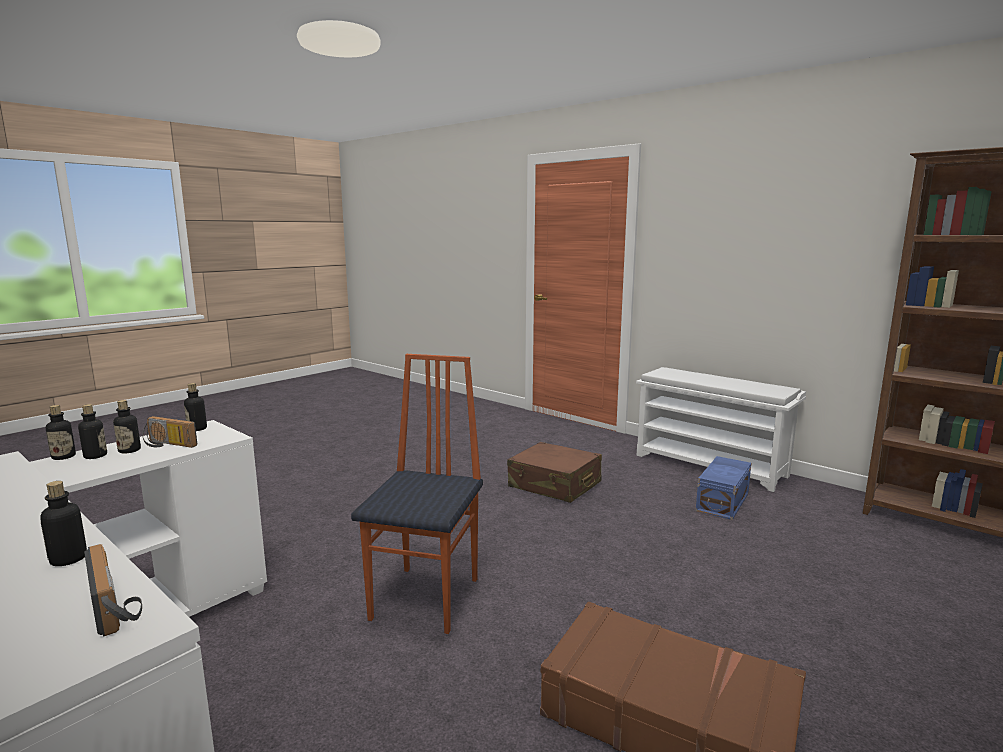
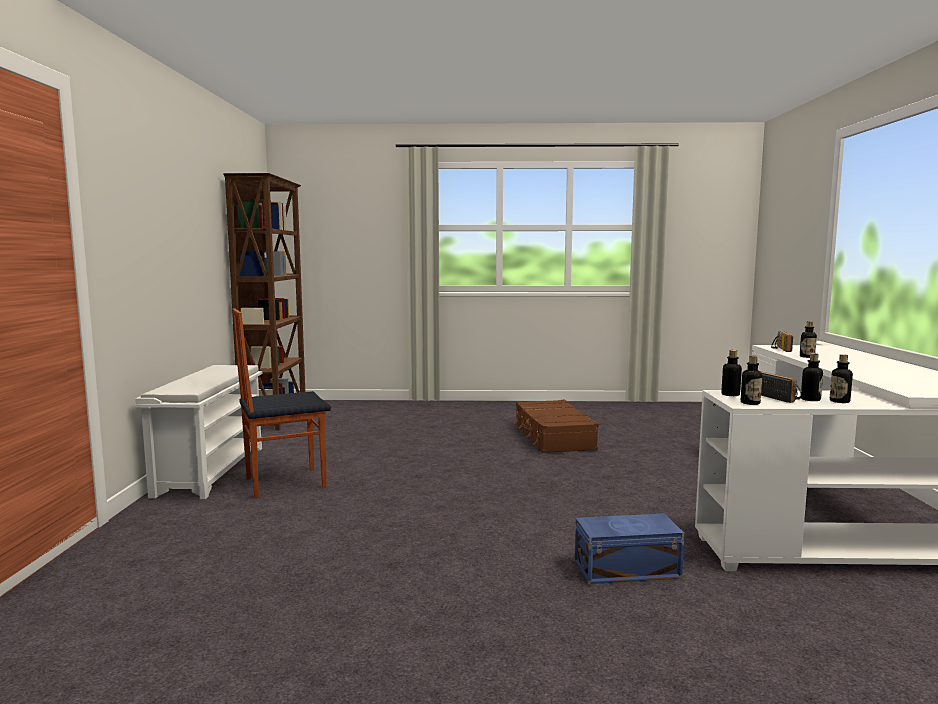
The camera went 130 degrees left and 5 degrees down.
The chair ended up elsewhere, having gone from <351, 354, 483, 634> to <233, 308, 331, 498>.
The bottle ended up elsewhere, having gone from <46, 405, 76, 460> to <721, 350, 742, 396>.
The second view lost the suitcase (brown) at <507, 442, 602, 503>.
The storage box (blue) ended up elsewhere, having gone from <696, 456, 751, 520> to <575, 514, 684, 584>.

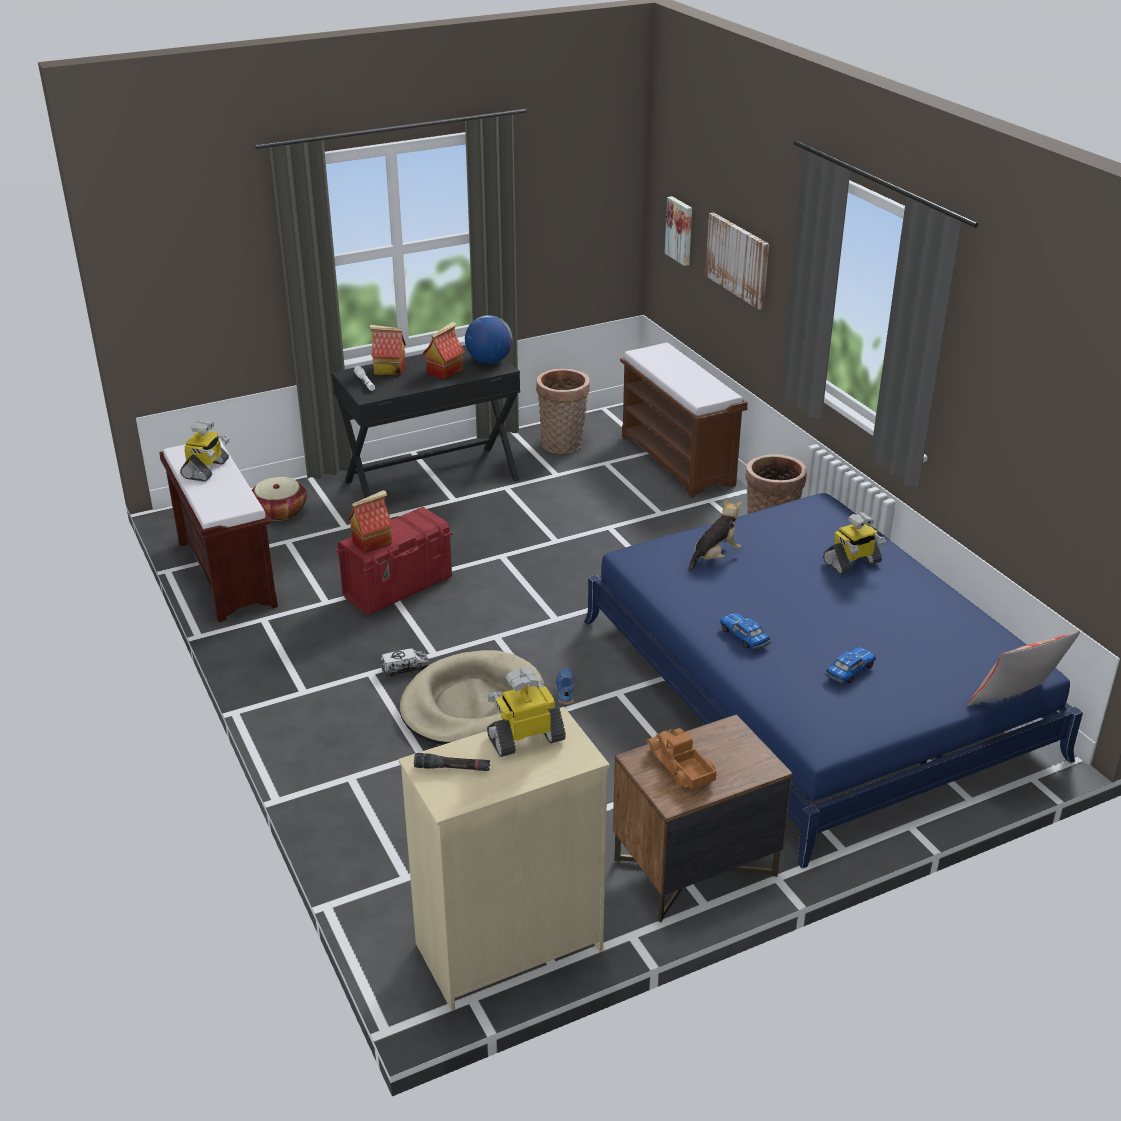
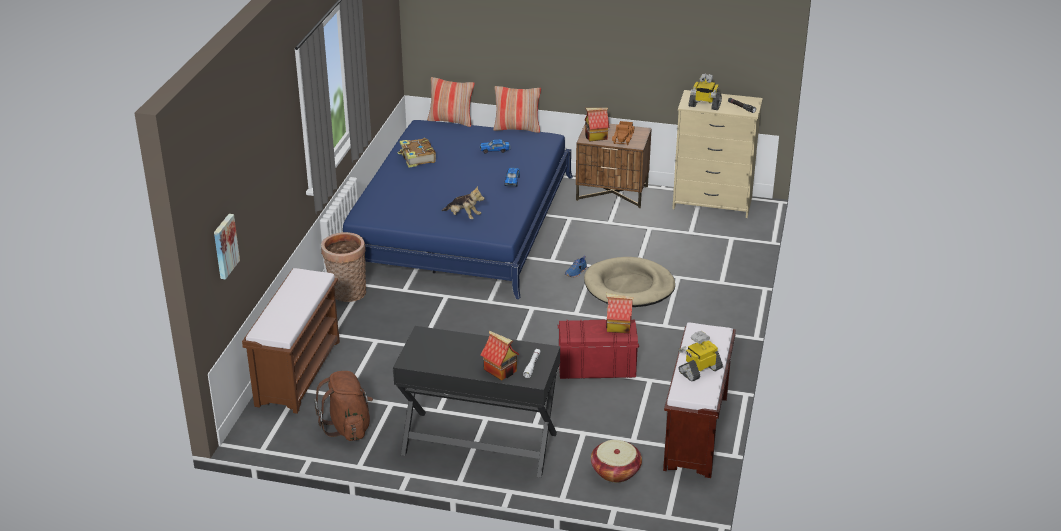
The camera went 140 degrees left and 0 degrees up.
The second view lost the picture at <705, 213, 769, 310>.
The second view lost the globe at <465, 315, 513, 364>.
The toy house ended up elsewhere, having gone from <422, 322, 465, 380> to <585, 108, 610, 142>.
Where the basket stood at <536, 369, 590, 454>, the backpack (brown) came to stand at <314, 371, 373, 441>.
The plush toy at <688, 498, 741, 573> ended up facing another way, 150 degrees counterclockwise from before.
The second view lost the toy robot at <823, 512, 886, 574>.
The second view lost the toy truck at <381, 648, 429, 677>.
The second view gained the pillow at <493, 86, 541, 133>.
The second view gained the book at <398, 138, 436, 167>.

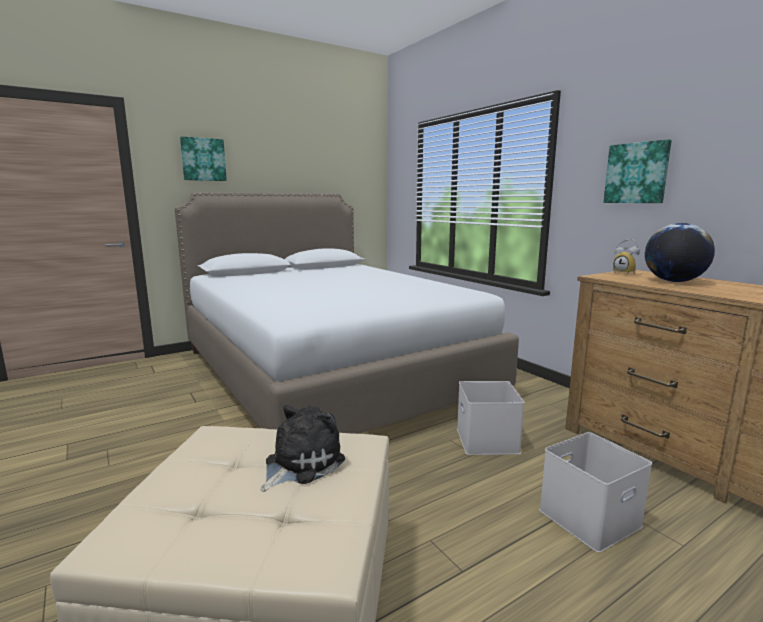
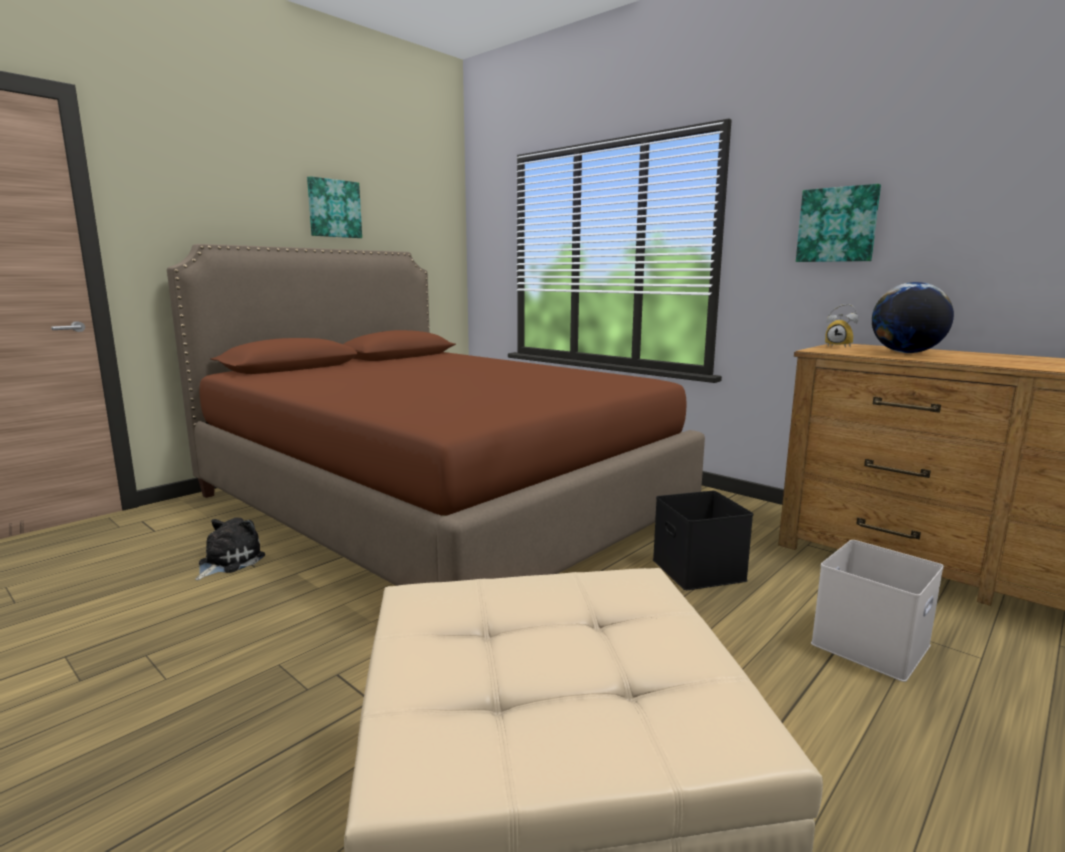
The camera went 15 degrees left and 0 degrees up.
The picture ended up elsewhere, having gone from <180, 136, 227, 181> to <307, 176, 362, 238>.
What was the bed (white) at <175, 192, 519, 434> turned into the bed (brown) at <167, 244, 705, 586>.
What was the storage box (white) at <457, 381, 525, 455> turned into the storage box (black) at <653, 491, 753, 590>.
The plush toy ended up elsewhere, having gone from <261, 405, 345, 492> to <195, 517, 265, 580>.

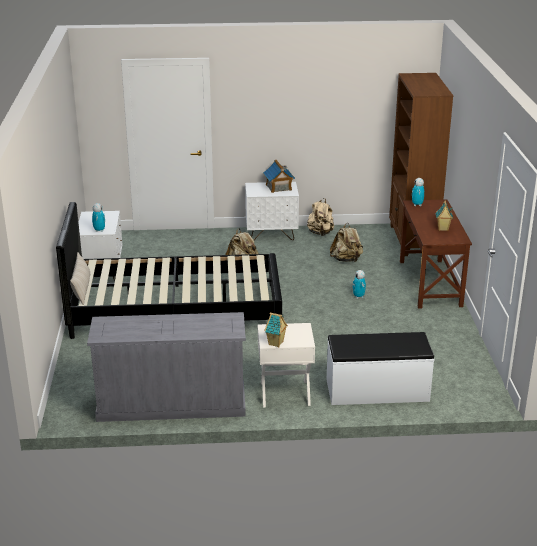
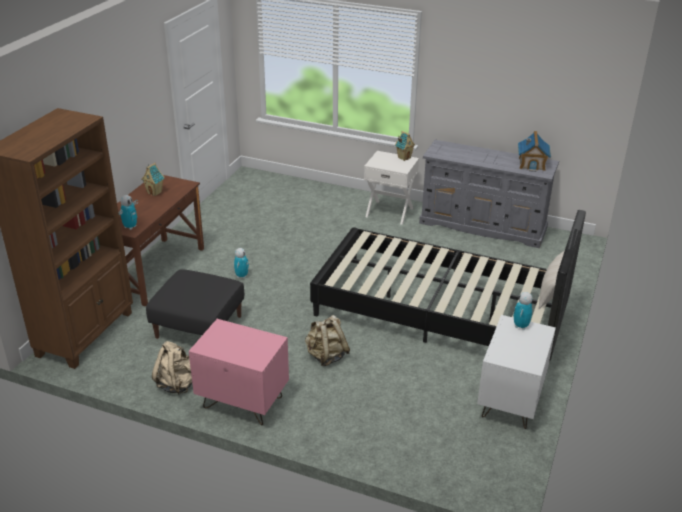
The camera went 155 degrees left and 5 degrees up.
The toy house ended up elsewhere, having gone from <263, 160, 295, 193> to <518, 131, 551, 172>.
What was the nightstand (white) at <245, 182, 299, 240> turned into the nightstand (pink) at <189, 319, 289, 425>.
Where the backpack (beige) stood at <330, 223, 363, 262>, the ottoman (black) came to stand at <146, 269, 244, 339>.
The second view lost the bench (white) at <327, 332, 434, 405>.

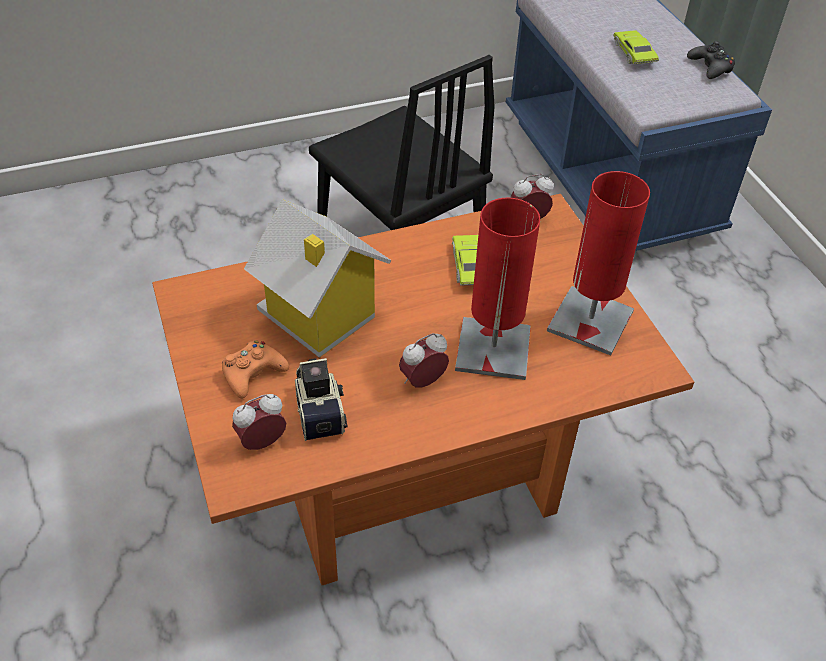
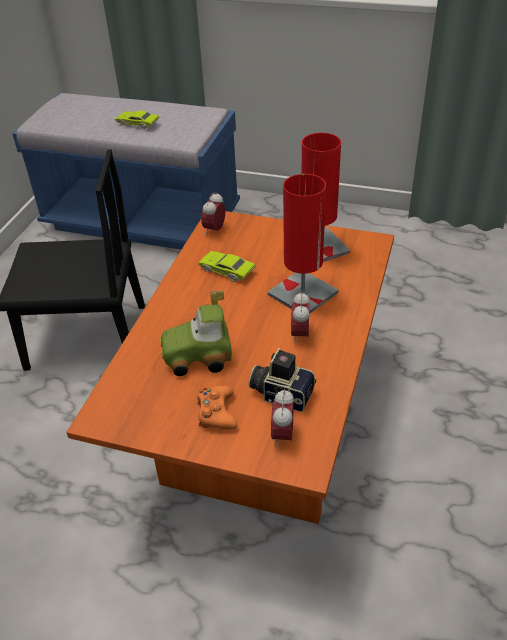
The camera went 50 degrees left and 5 degrees down.
The second view lost the game controller (black) at <687, 41, 735, 79>.
Where the toy house stood at <244, 199, 392, 358>, the toy car came to stand at <160, 291, 232, 376>.

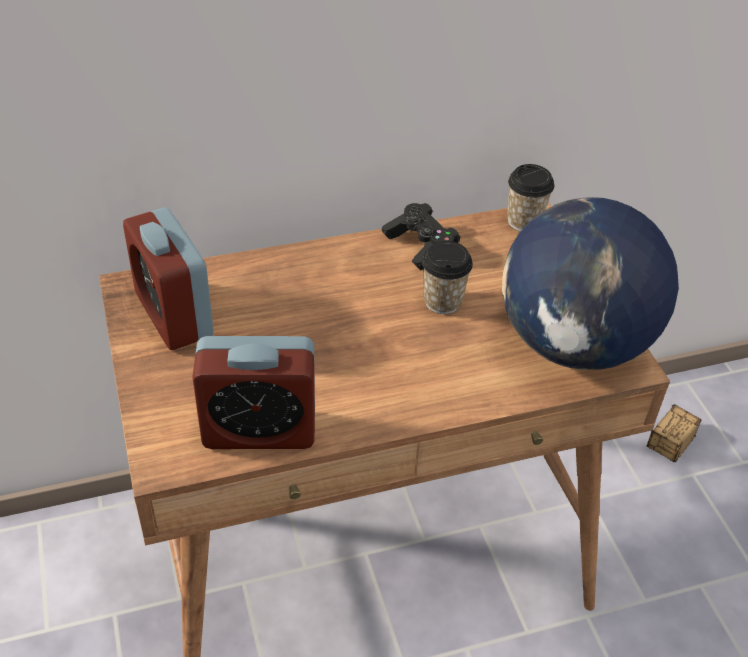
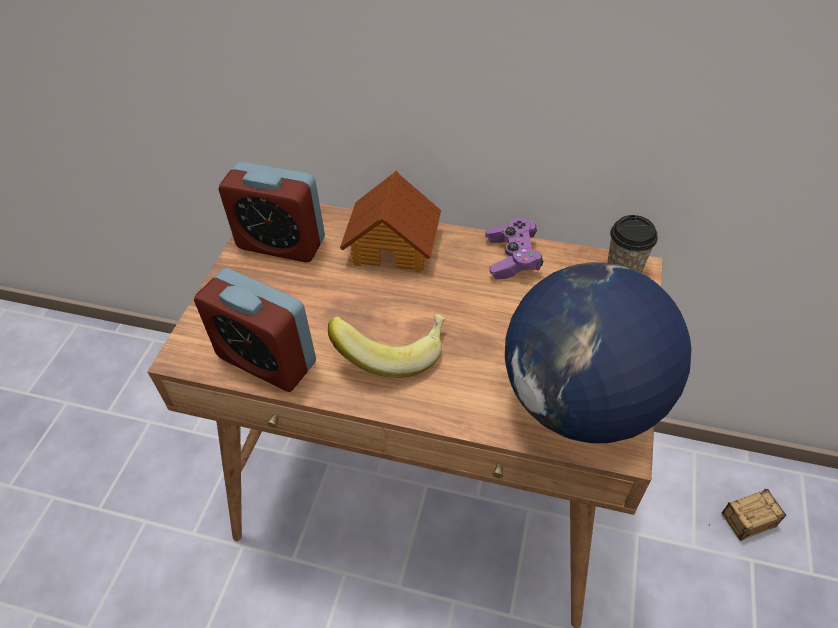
The camera went 35 degrees right and 5 degrees up.
What was the game controller (black) at <382, 203, 461, 271> turned into the game controller (purple) at <485, 217, 543, 279>.
The alarm clock at <123, 207, 214, 350> ended up facing another way, 75 degrees counterclockwise from before.
The second view lost the cup at <422, 241, 473, 314>.
The second view gained the toy house at <340, 171, 441, 273>.
The second view gained the banana at <328, 314, 446, 378>.

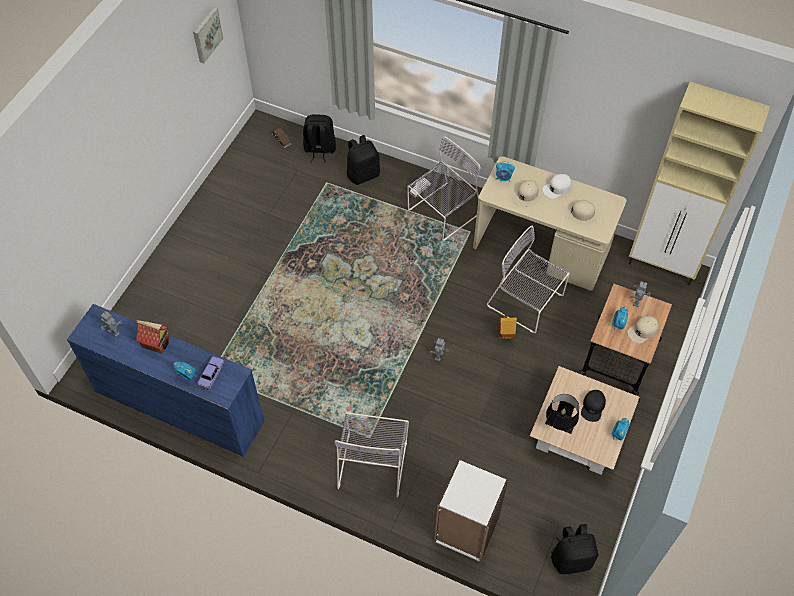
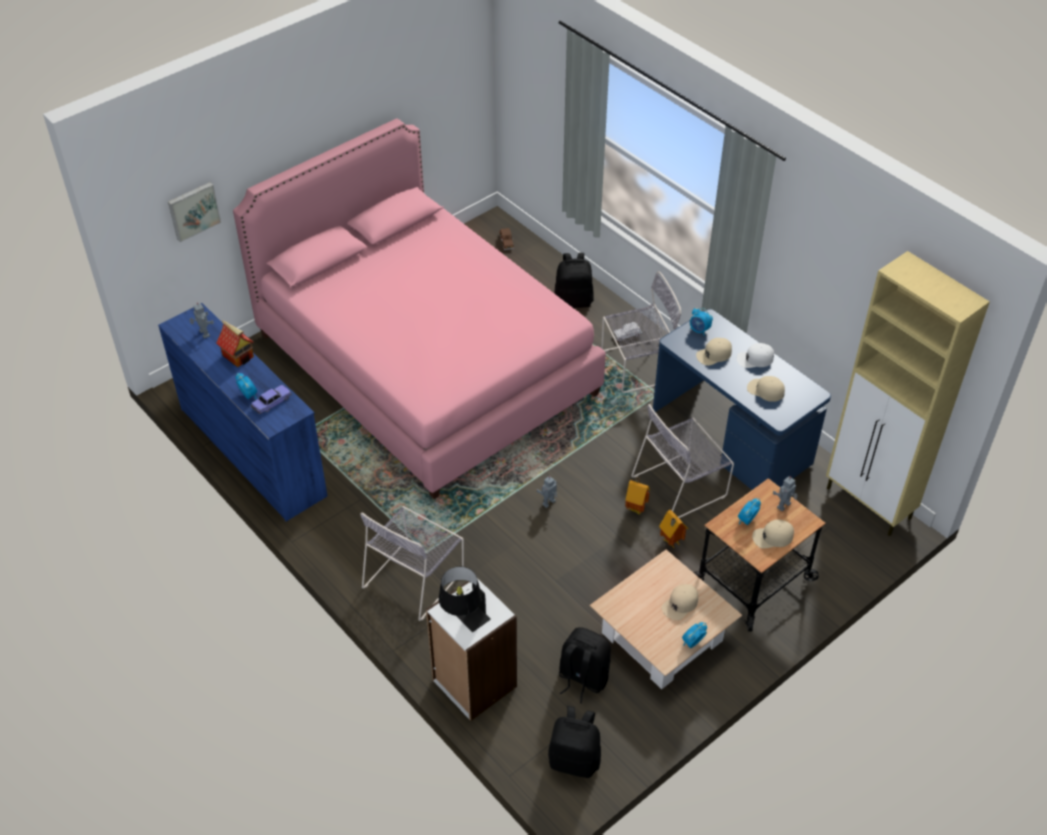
The camera went 25 degrees right and 10 degrees down.
The picture ended up elsewhere, having gone from <193, 7, 224, 63> to <168, 182, 221, 242>.
The backpack (black) ended up elsewhere, having gone from <303, 114, 336, 163> to <559, 627, 611, 704>.
What was the desk (beige) at <473, 156, 627, 291> turned into the desk (blue) at <653, 309, 831, 490>.
The chair (grey) at <487, 226, 570, 333> ended up facing another way, 90 degrees counterclockwise from before.
What was the cap (black) at <581, 390, 606, 422> turned into the cap (beige) at <661, 584, 698, 620>.
The table lamp (black) ended up elsewhere, having gone from <545, 394, 579, 434> to <439, 566, 491, 632>.
The second view gained the bed (pink) at <233, 118, 606, 499>.
The second view gained the toy house at <659, 510, 688, 548>.

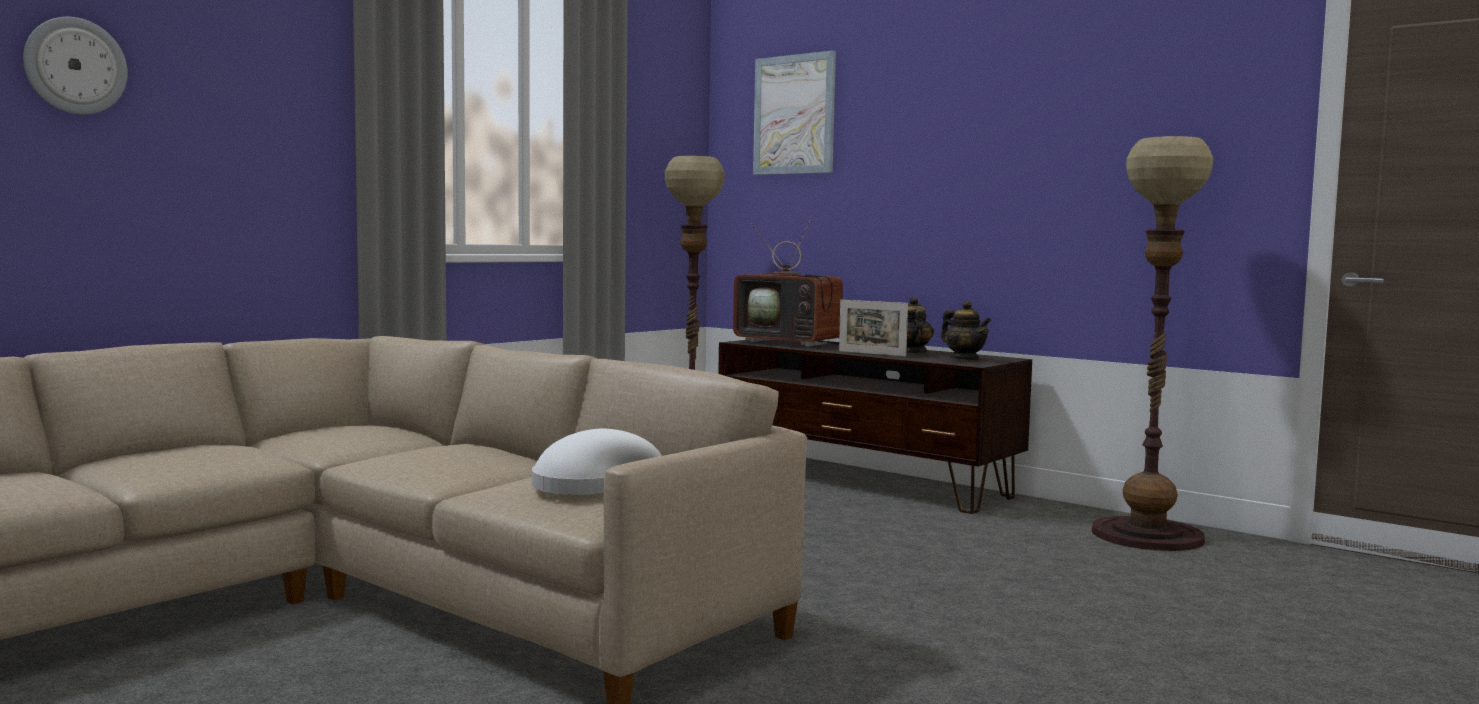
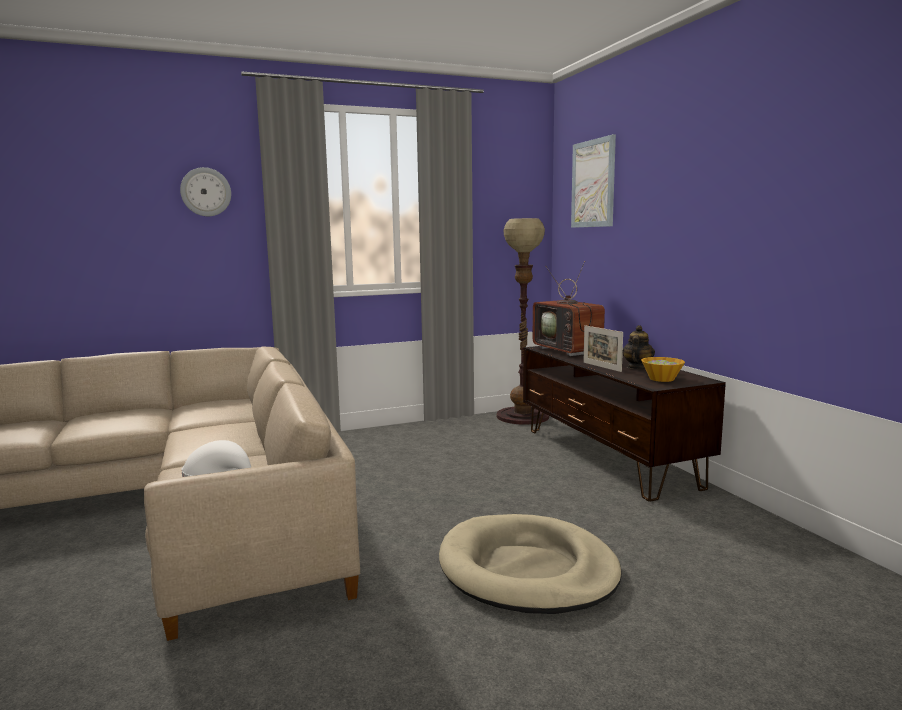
The camera went 30 degrees right and 5 degrees up.
The wall clock ended up elsewhere, having gone from <23, 17, 128, 115> to <180, 167, 231, 216>.
The second view lost the floor lamp at <1092, 136, 1213, 551>.
Where the teapot stood at <941, 301, 991, 360>, the bowl came to stand at <641, 357, 685, 382>.
The second view gained the dog bed (beige) at <439, 514, 622, 614>.

